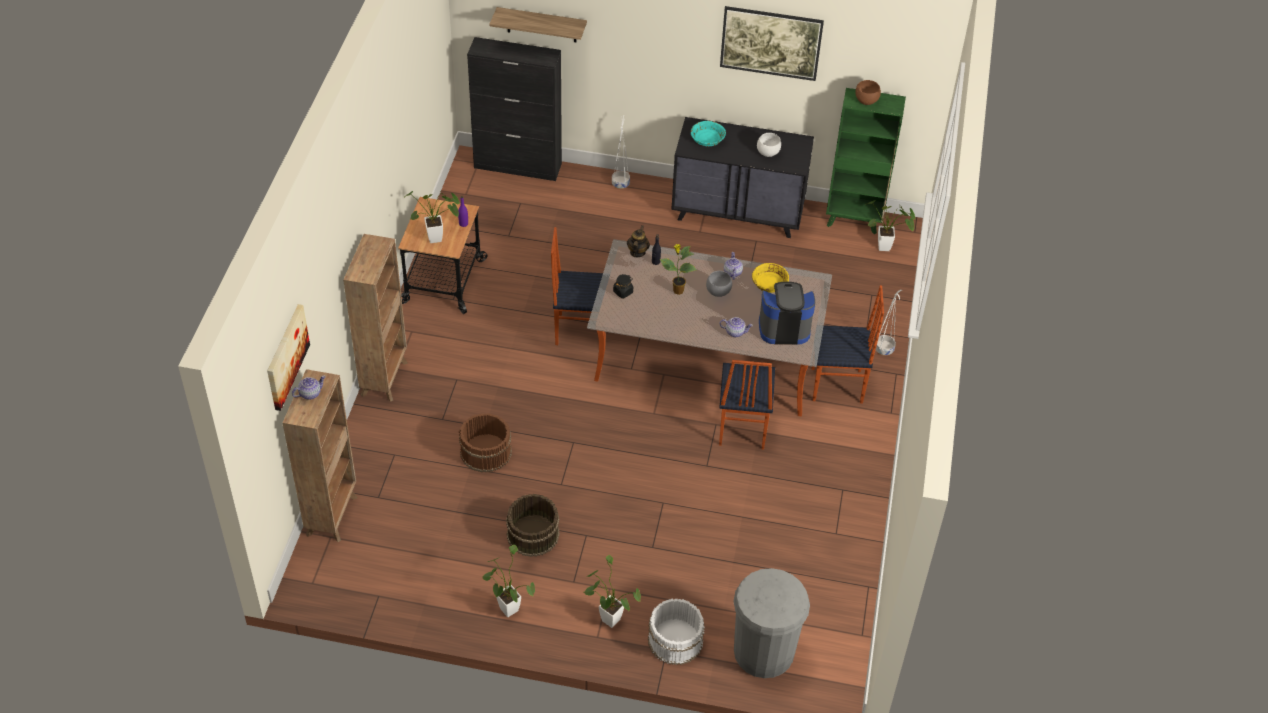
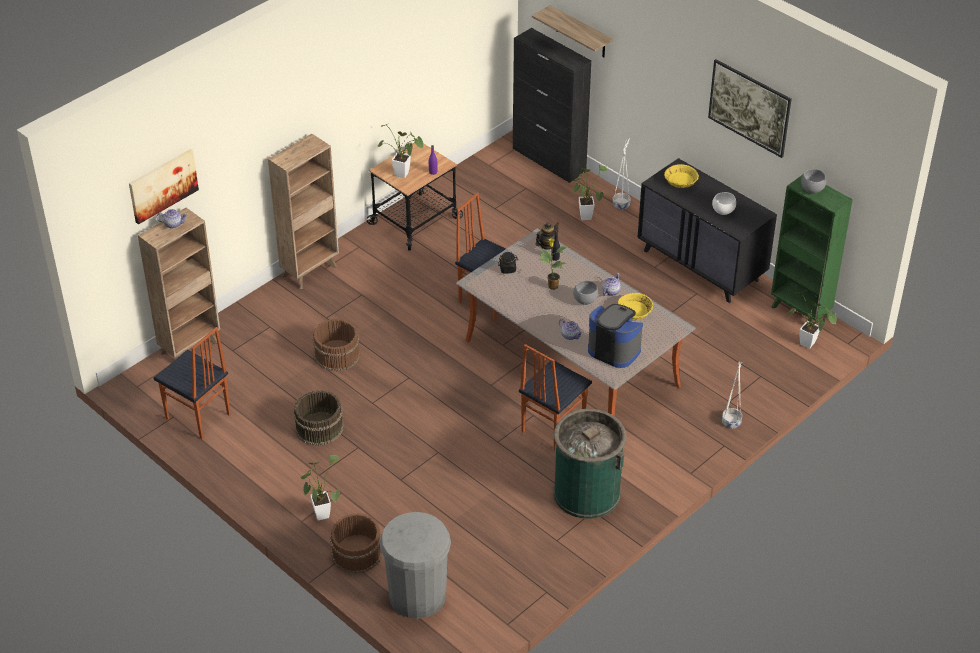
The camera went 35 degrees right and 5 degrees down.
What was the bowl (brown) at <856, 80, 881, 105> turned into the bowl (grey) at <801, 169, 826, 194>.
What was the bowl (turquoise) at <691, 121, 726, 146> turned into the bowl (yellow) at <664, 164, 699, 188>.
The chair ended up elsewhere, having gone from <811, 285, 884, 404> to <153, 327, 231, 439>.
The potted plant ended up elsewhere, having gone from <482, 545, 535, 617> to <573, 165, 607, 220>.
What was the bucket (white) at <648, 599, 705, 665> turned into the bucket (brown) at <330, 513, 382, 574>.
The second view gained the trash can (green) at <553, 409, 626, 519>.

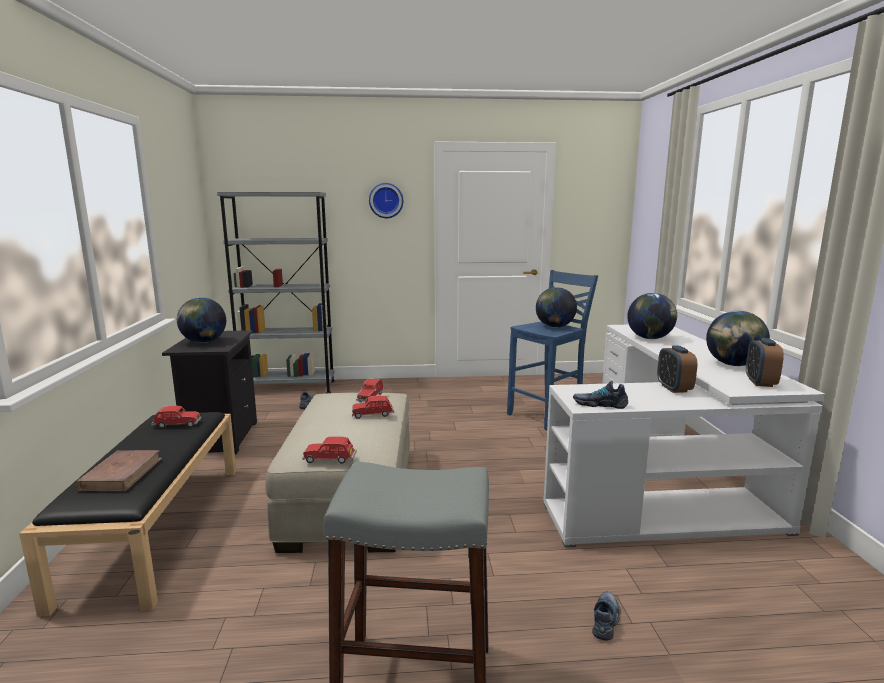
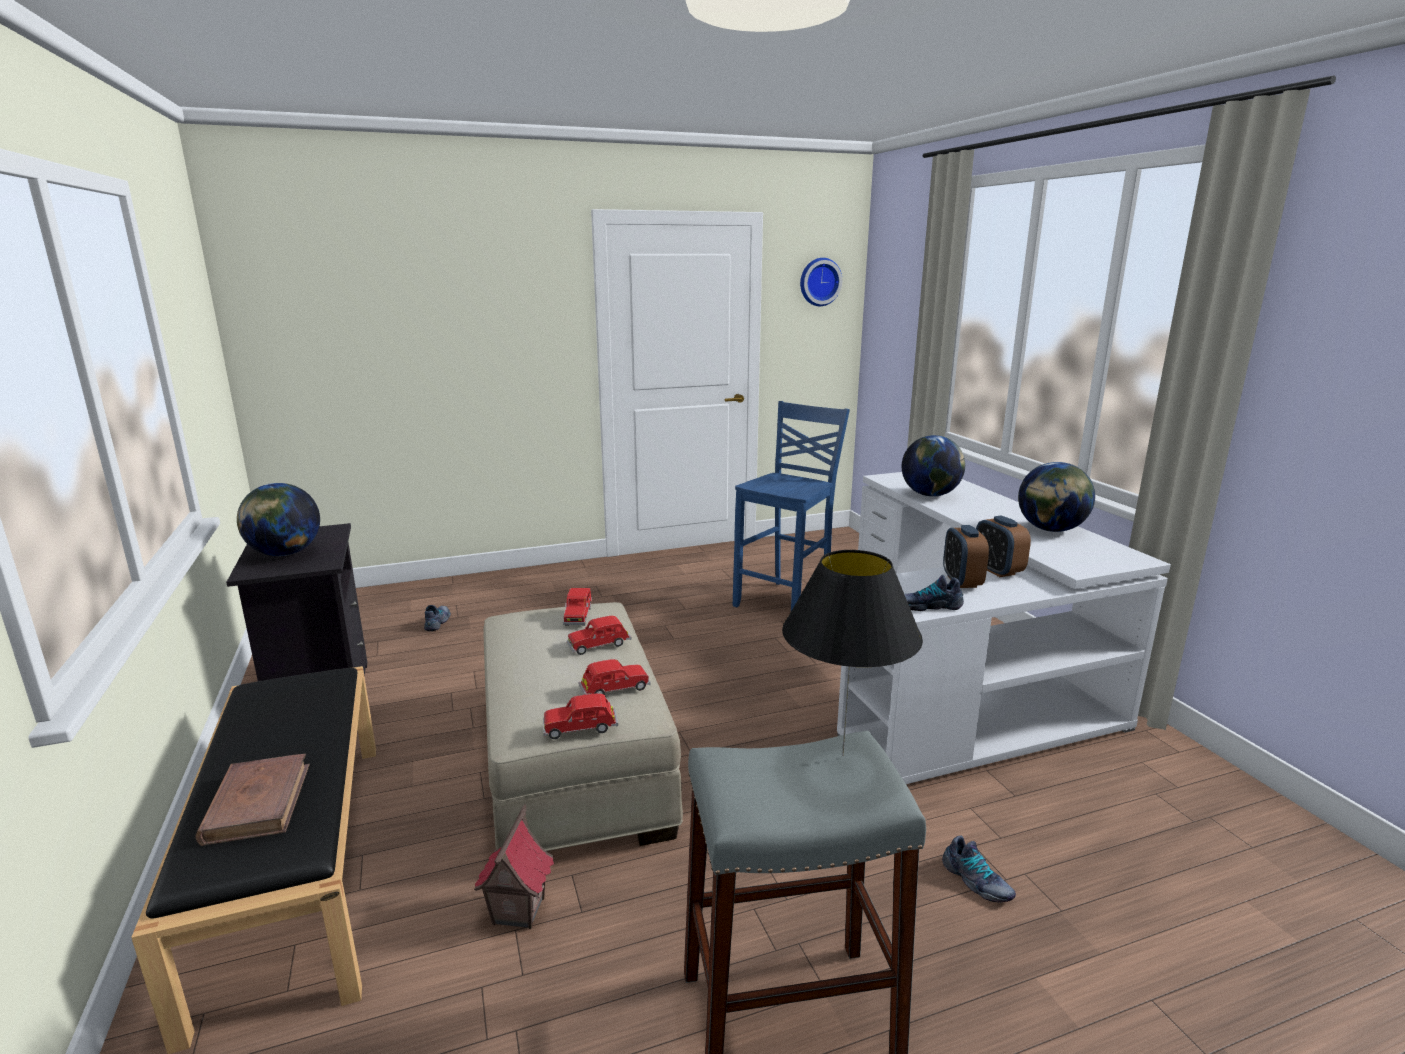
The camera went 15 degrees left and 5 degrees up.
The wall clock ended up elsewhere, having gone from <369, 183, 403, 218> to <800, 258, 842, 306>.
The second view lost the bookcase (grey) at <217, 192, 335, 393>.
The second view lost the globe at <536, 287, 577, 328>.
The alarm clock ended up elsewhere, having gone from <746, 338, 784, 387> to <943, 525, 989, 588>.
The toy car (red) ended up elsewhere, having gone from <151, 406, 201, 428> to <579, 659, 651, 695>.
The shoe at <592, 592, 621, 640> ended up facing another way, 135 degrees clockwise from before.
The second view gained the table lamp (black) at <782, 550, 923, 756>.
The second view gained the toy house at <474, 804, 554, 929>.

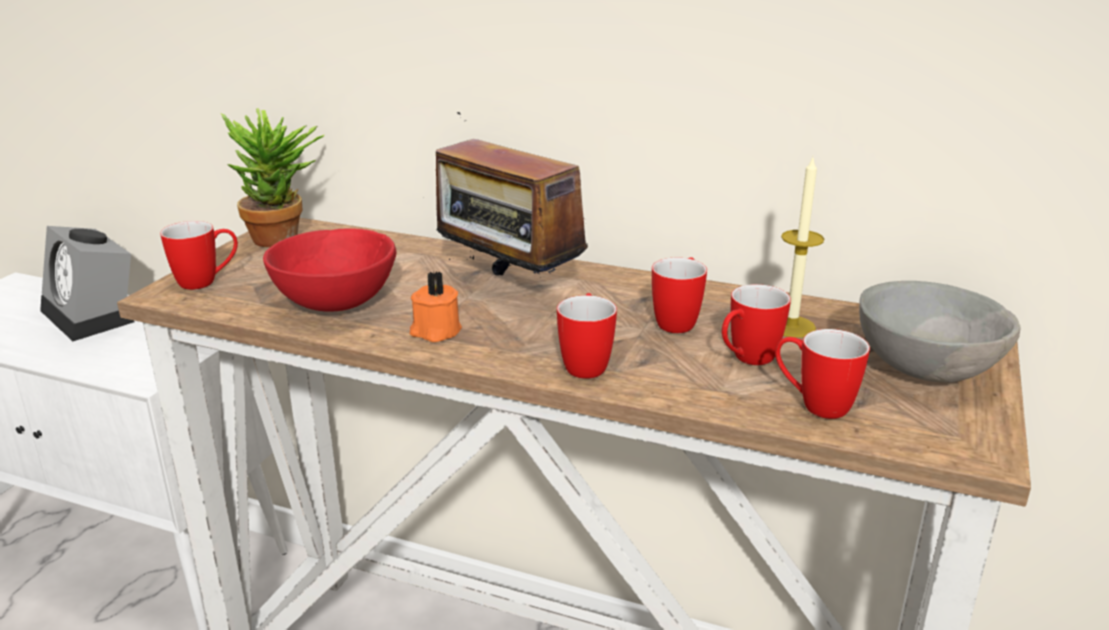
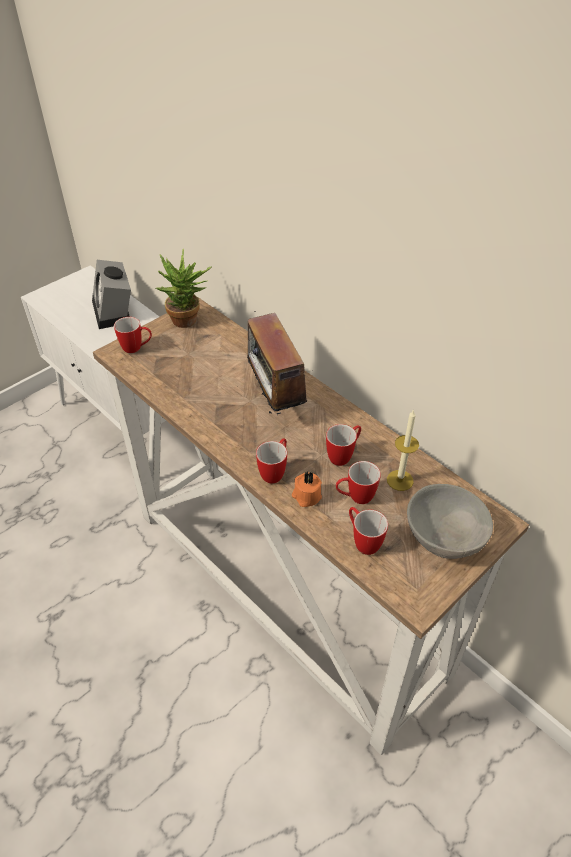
The camera went 25 degrees right and 20 degrees up.
The second view lost the bowl (red) at <263, 228, 396, 312>.
The candle (orange) ended up elsewhere, having gone from <410, 271, 462, 342> to <292, 472, 322, 507>.

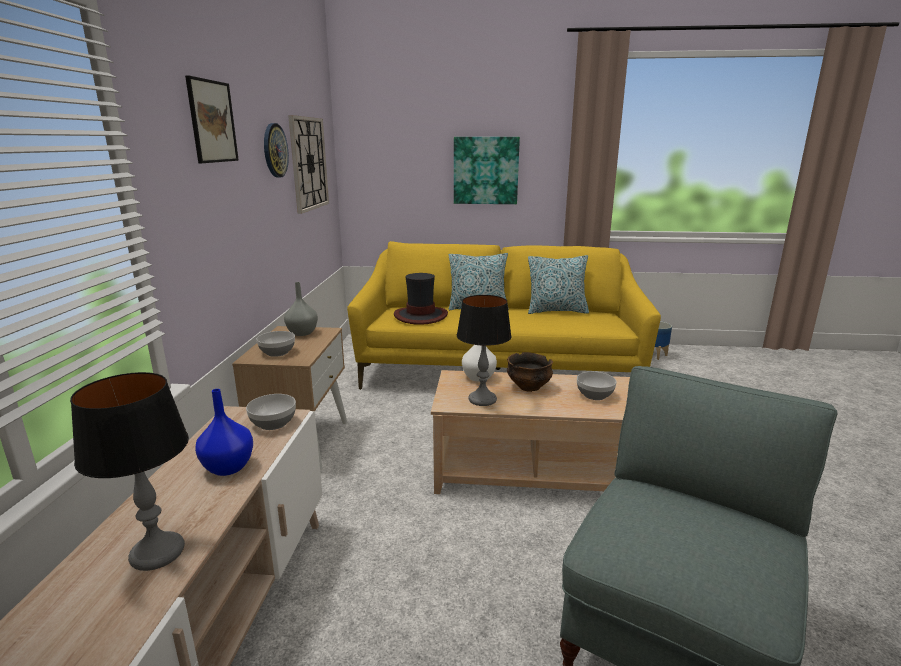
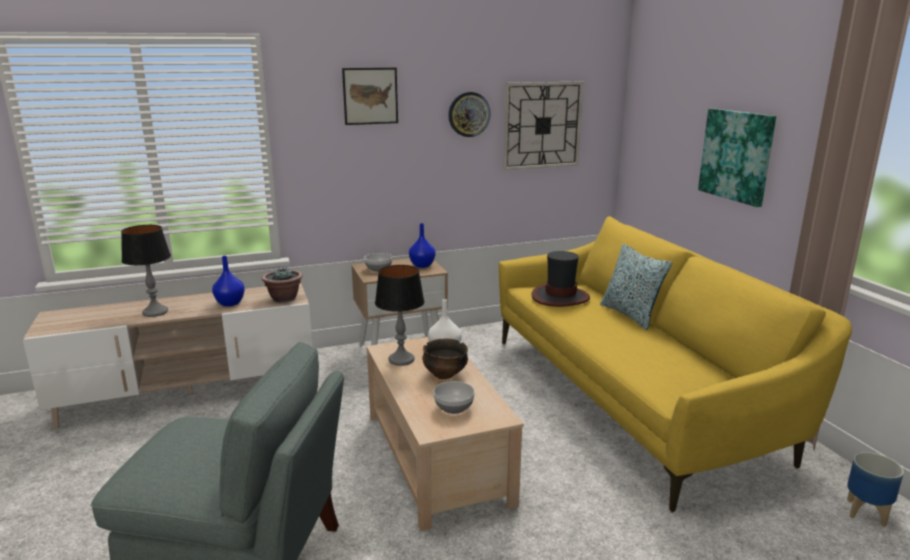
The camera went 65 degrees right and 0 degrees up.
The second view lost the pillow at <528, 255, 589, 314>.
What was the vase (grey) at <284, 282, 318, 336> turned into the vase (blue) at <409, 223, 436, 268>.
Where the bowl stood at <246, 394, 296, 430>, the potted plant came to stand at <262, 267, 303, 303>.

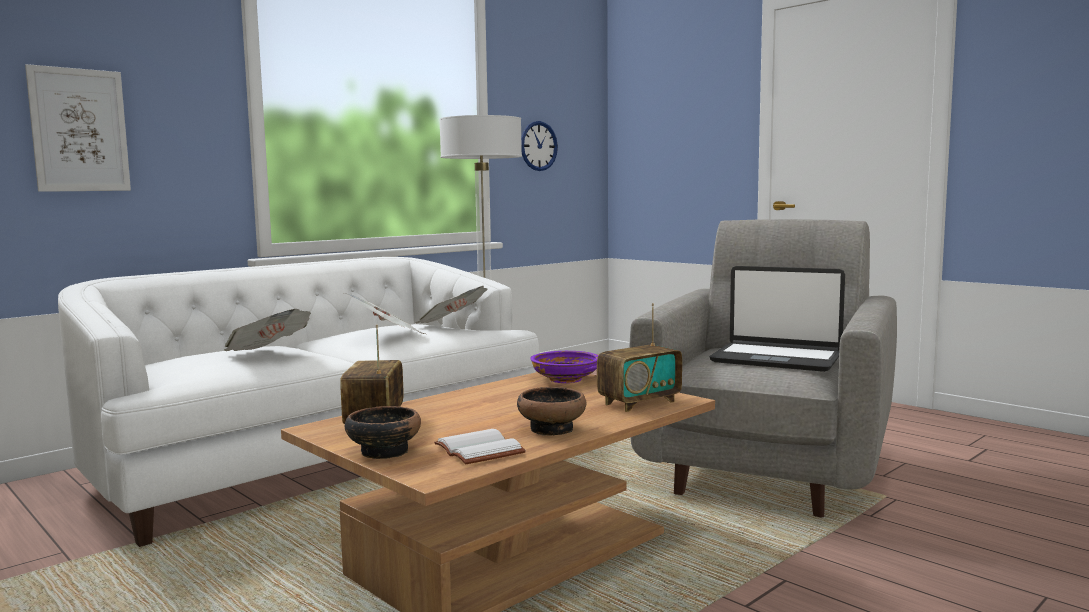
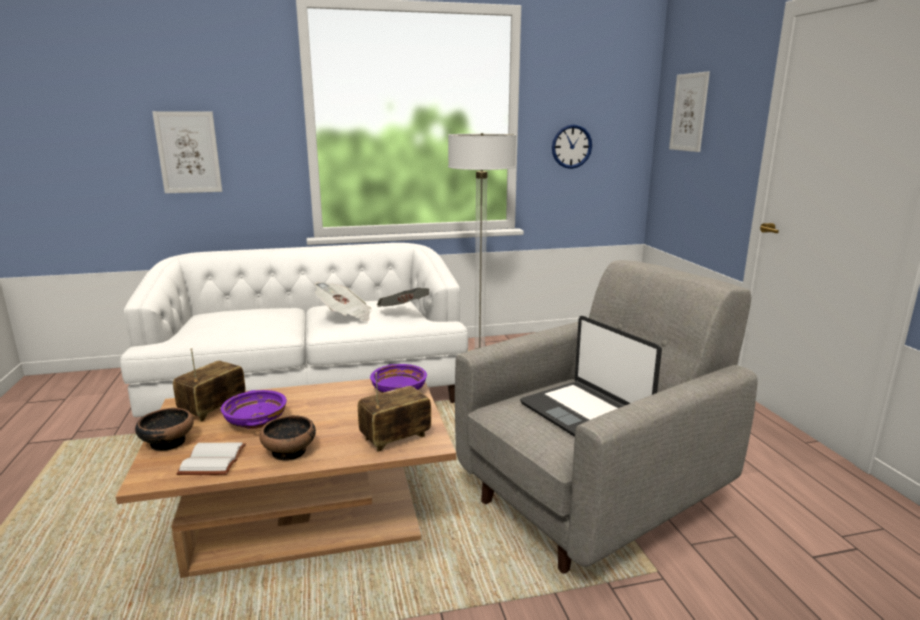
The camera went 30 degrees right and 10 degrees up.
The radio at <597, 303, 682, 412> ended up facing another way, 150 degrees clockwise from before.
The second view lost the newspaper at <224, 309, 311, 351>.
The second view gained the picture at <669, 72, 710, 152>.
The second view gained the bowl (purple) at <221, 390, 287, 429>.

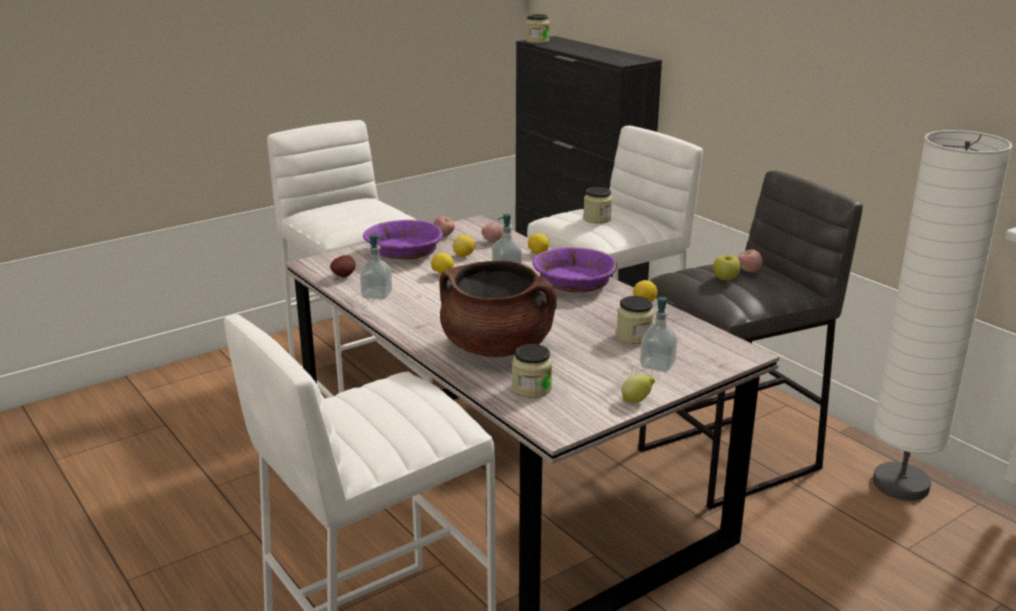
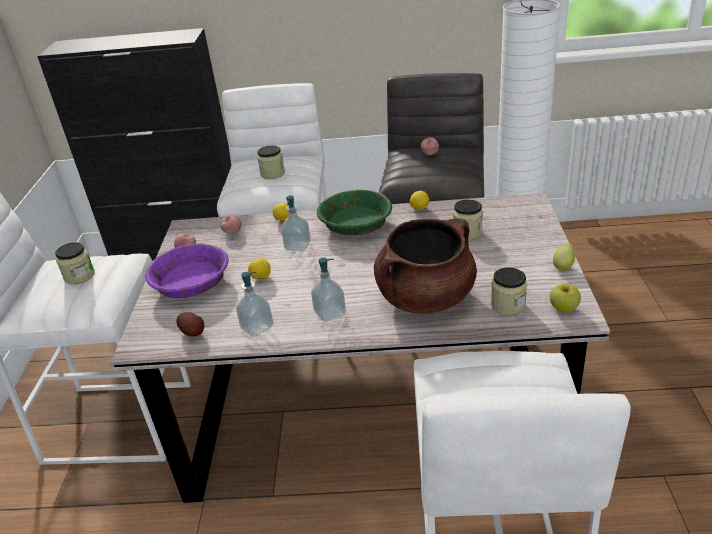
The camera went 50 degrees left and 10 degrees up.
The jar ended up elsewhere, having gone from <526, 14, 550, 43> to <55, 242, 95, 284>.
The second view lost the lemon at <453, 235, 475, 257>.
What was the bowl (purple) at <533, 247, 617, 292> turned into the bowl (green) at <317, 190, 392, 235>.
The apple ended up elsewhere, having gone from <713, 255, 741, 280> to <550, 284, 581, 312>.
The soap dispenser ended up elsewhere, having gone from <640, 297, 677, 372> to <311, 258, 346, 322>.

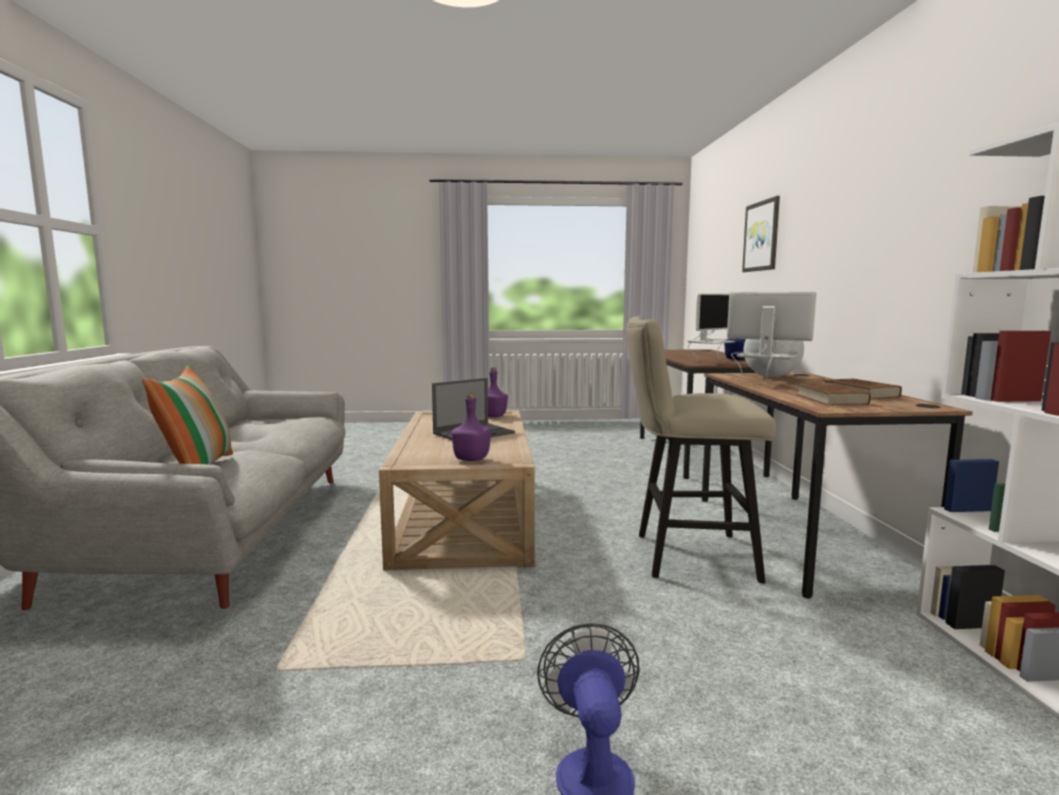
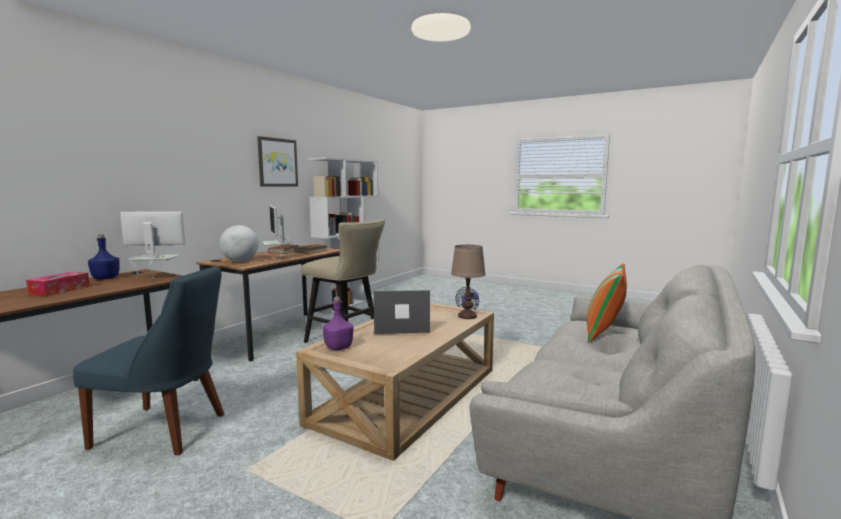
The camera went 145 degrees left and 0 degrees up.
The picture ended up elsewhere, having gone from <742, 196, 780, 272> to <257, 136, 298, 187>.
The second view lost the bottle (purple) at <451, 393, 491, 461>.
The second view gained the table lamp (brown) at <451, 245, 486, 319>.
The second view gained the chair (blue) at <73, 267, 224, 455>.
The second view gained the tissue box at <26, 272, 90, 297>.

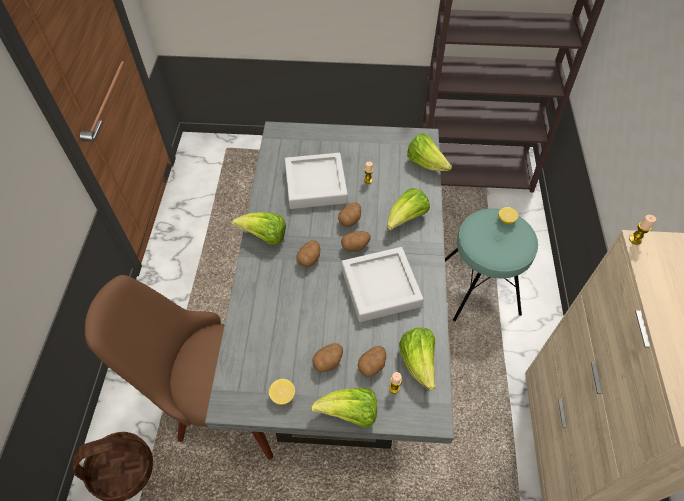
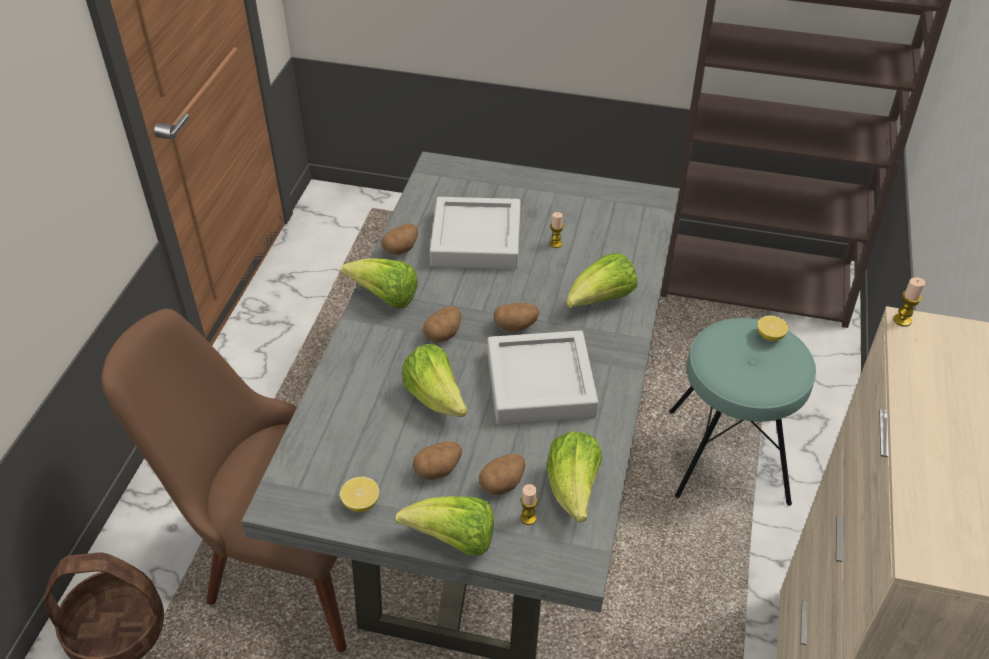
The camera went 10 degrees right and 10 degrees down.
The lettuce ended up elsewhere, having gone from <407, 133, 452, 171> to <402, 344, 468, 417>.
The potato ended up elsewhere, having gone from <338, 202, 361, 227> to <381, 223, 418, 255>.

